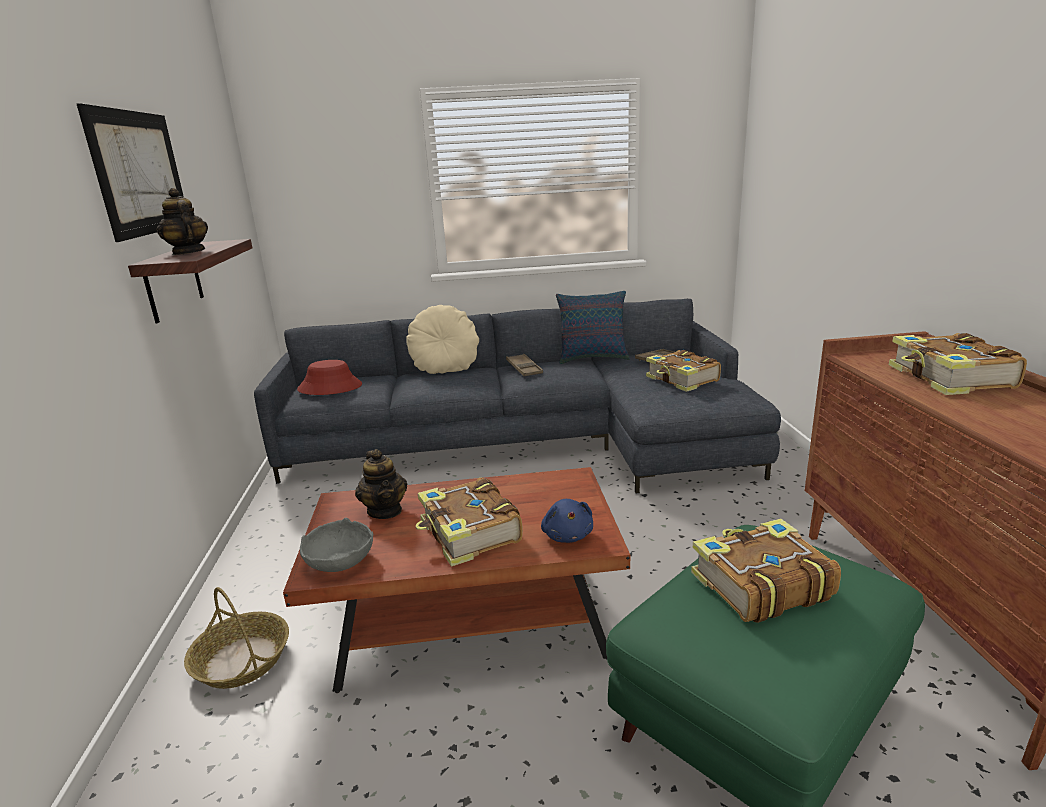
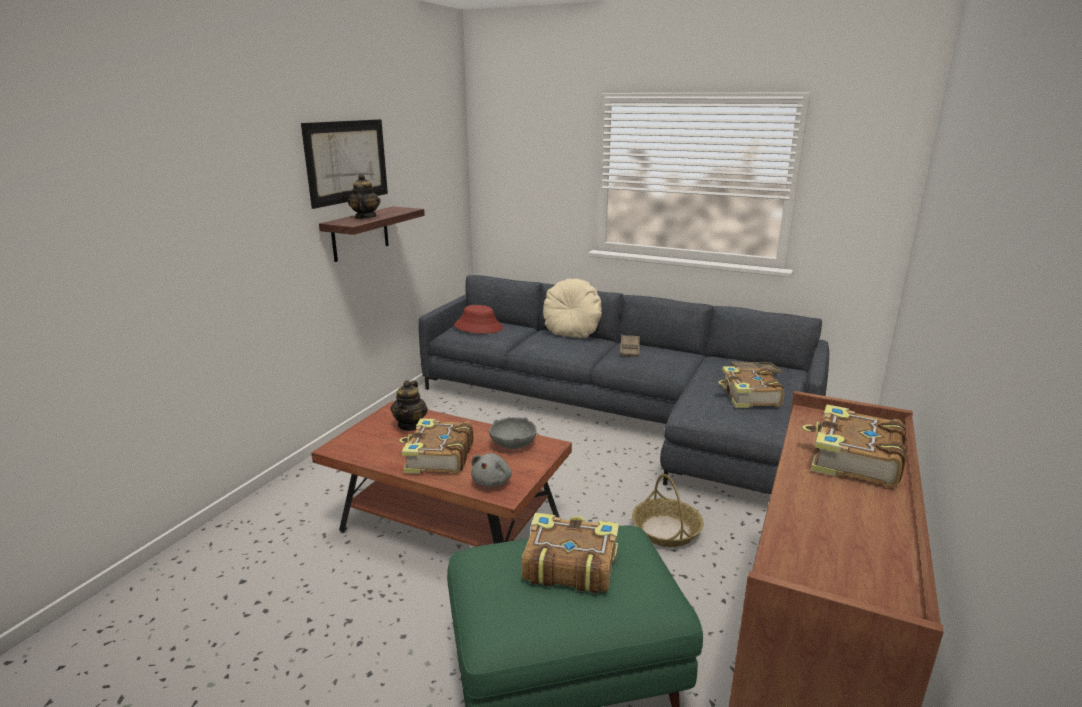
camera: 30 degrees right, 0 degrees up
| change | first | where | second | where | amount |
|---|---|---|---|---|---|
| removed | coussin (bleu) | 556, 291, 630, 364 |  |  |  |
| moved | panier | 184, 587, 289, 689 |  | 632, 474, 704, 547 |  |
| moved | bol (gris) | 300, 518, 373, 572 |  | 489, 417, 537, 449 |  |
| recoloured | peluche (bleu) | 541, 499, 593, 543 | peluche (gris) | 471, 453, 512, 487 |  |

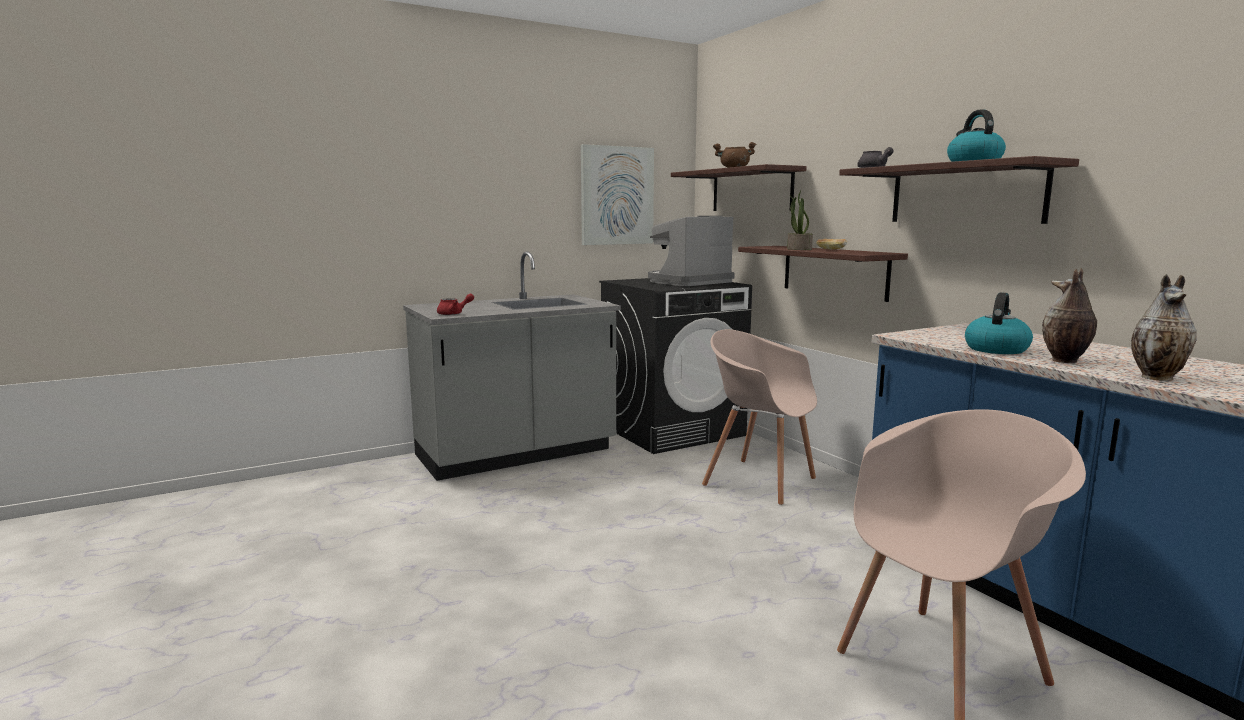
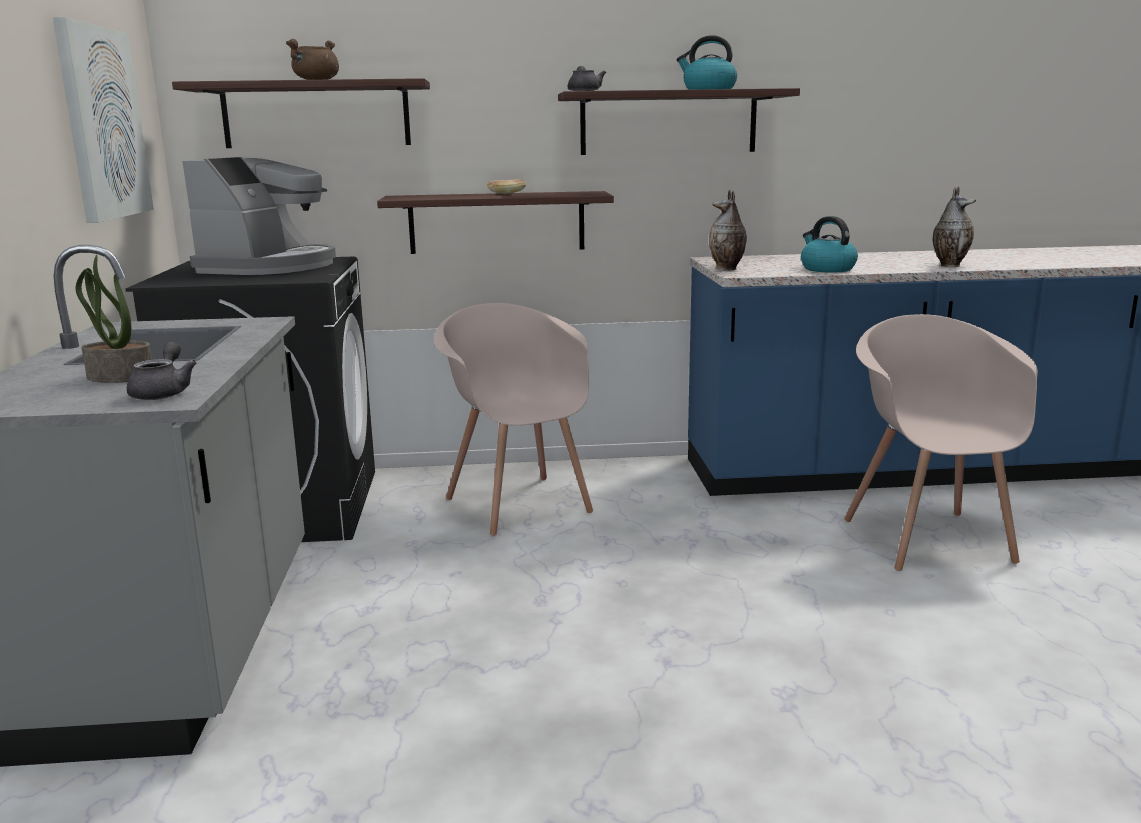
camera: 65 degrees left, 5 degrees up
| change | first | where | second | where | amount |
|---|---|---|---|---|---|
| moved | plante en pot | 787, 191, 813, 250 |  | 76, 255, 152, 383 |  |
| moved | vase | 1042, 268, 1097, 363 |  | 709, 190, 747, 270 |  |
| recoloured | théière (rouge) | 437, 293, 474, 315 | théière (gris) | 127, 342, 197, 400 |  |
| turned | machine à café | 648, 216, 735, 286 |  | 182, 157, 336, 275 | 150 degrees counterclockwise |
| turned | chaise (beige) | 702, 329, 817, 505 |  | 434, 303, 593, 536 | 90 degrees clockwise |

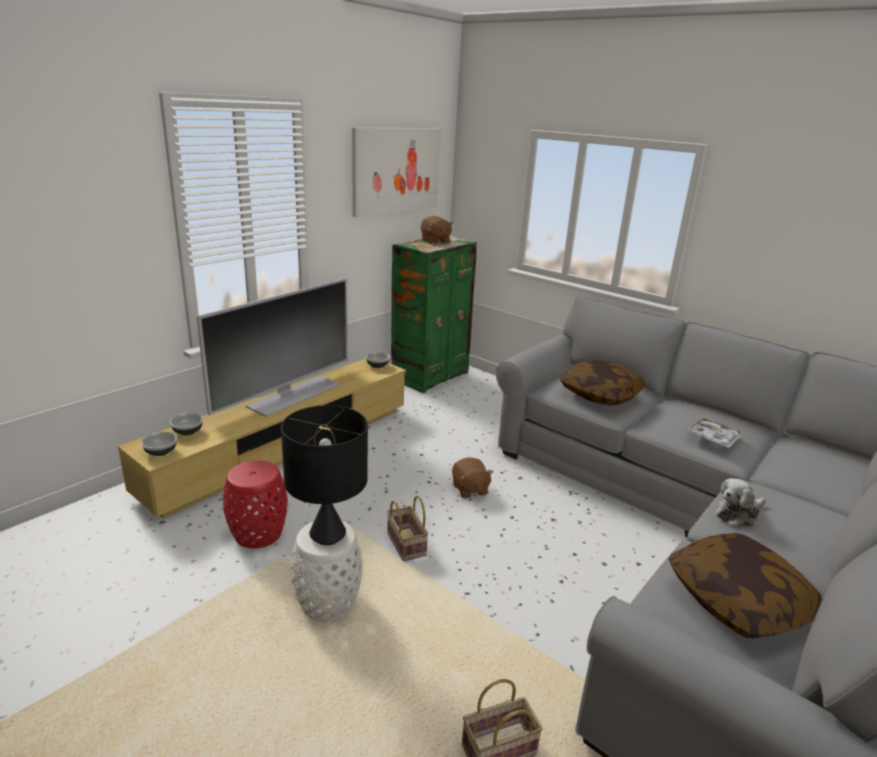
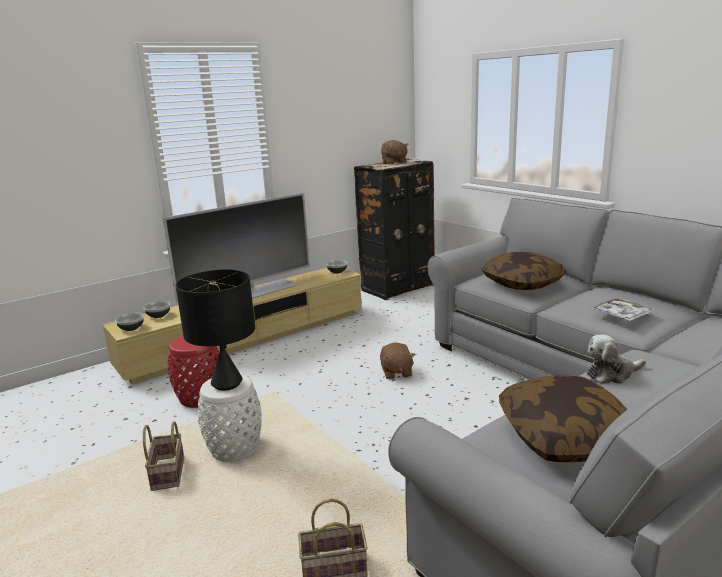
camera: 15 degrees right, 5 degrees down
| change | first | where | second | where | amount |
|---|---|---|---|---|---|
| removed | tableau | 352, 128, 441, 217 |  |  |  |
| moved | panier | 387, 496, 429, 561 |  | 143, 421, 184, 491 |  |
| recoloured | meuble de rangement (vert) | 391, 236, 477, 393 | meuble de rangement (noir) | 354, 158, 435, 300 |  |

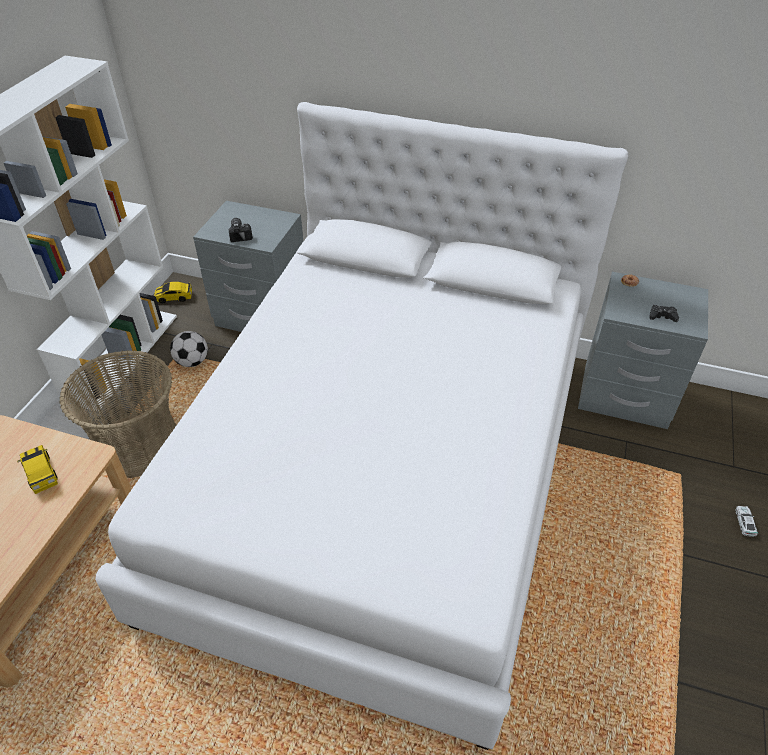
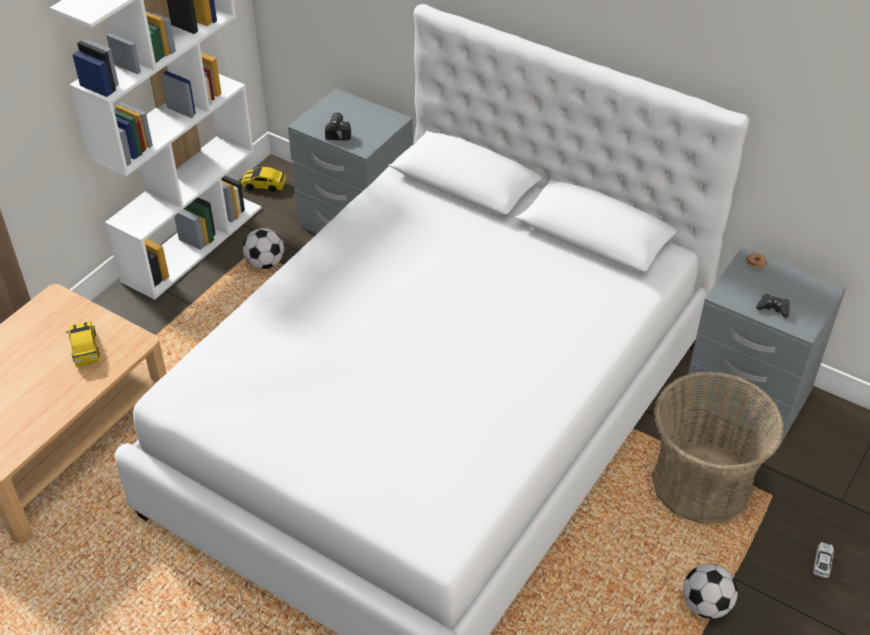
camera: 15 degrees right, 0 degrees up
| change | first | where | second | where | amount |
|---|---|---|---|---|---|
| added |  |  | ballon de foot | 683, 564, 738, 619 |  |
| moved | panier | 59, 350, 176, 478 |  | 652, 371, 784, 524 |  |

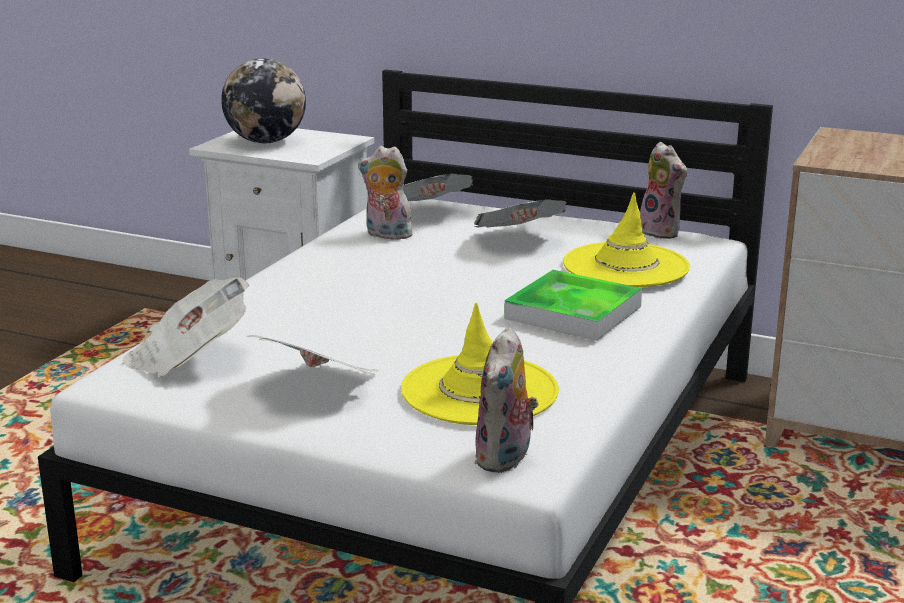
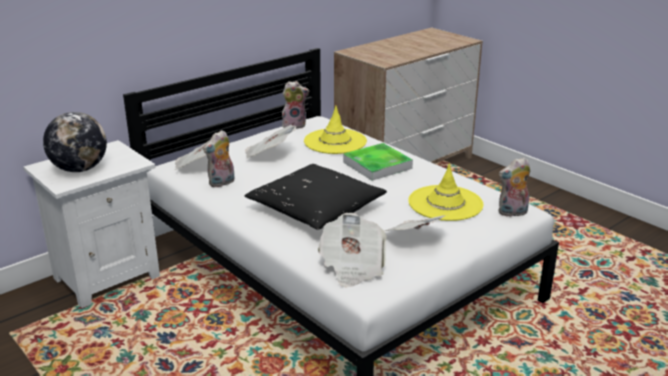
camera: 65 degrees left, 5 degrees up
| change | first | where | second | where | amount |
|---|---|---|---|---|---|
| added |  |  | coussin (noir) | 245, 164, 387, 230 |  |
| turned | peluche | 474, 326, 539, 473 |  | 499, 157, 531, 217 | 120 degrees clockwise |

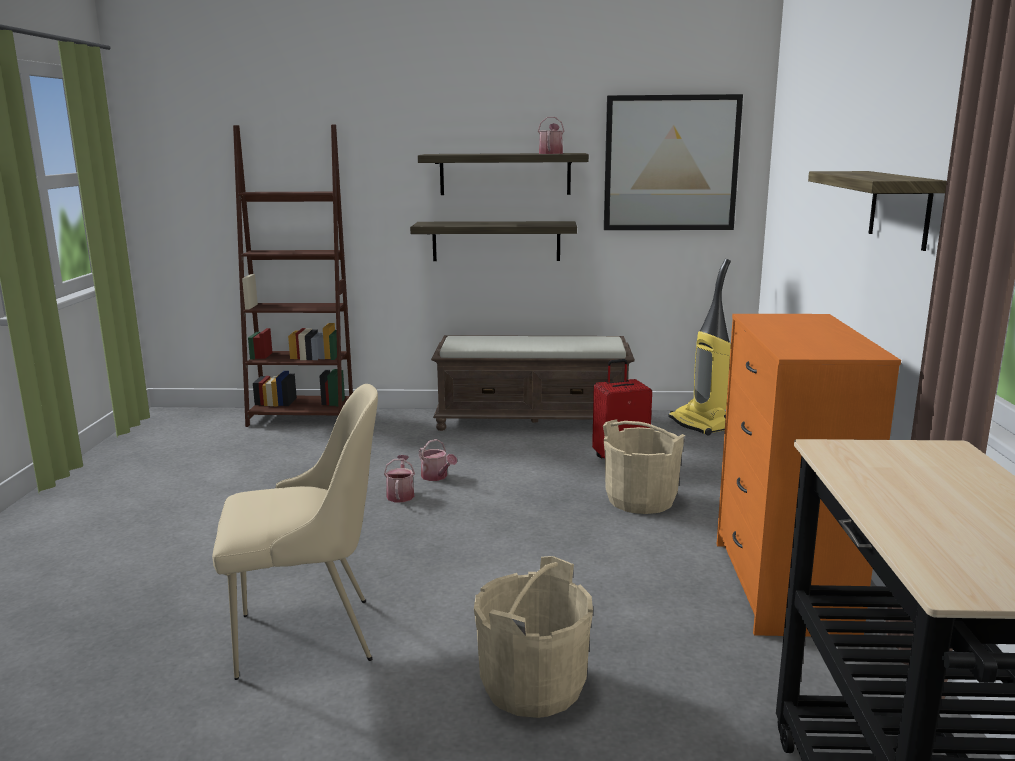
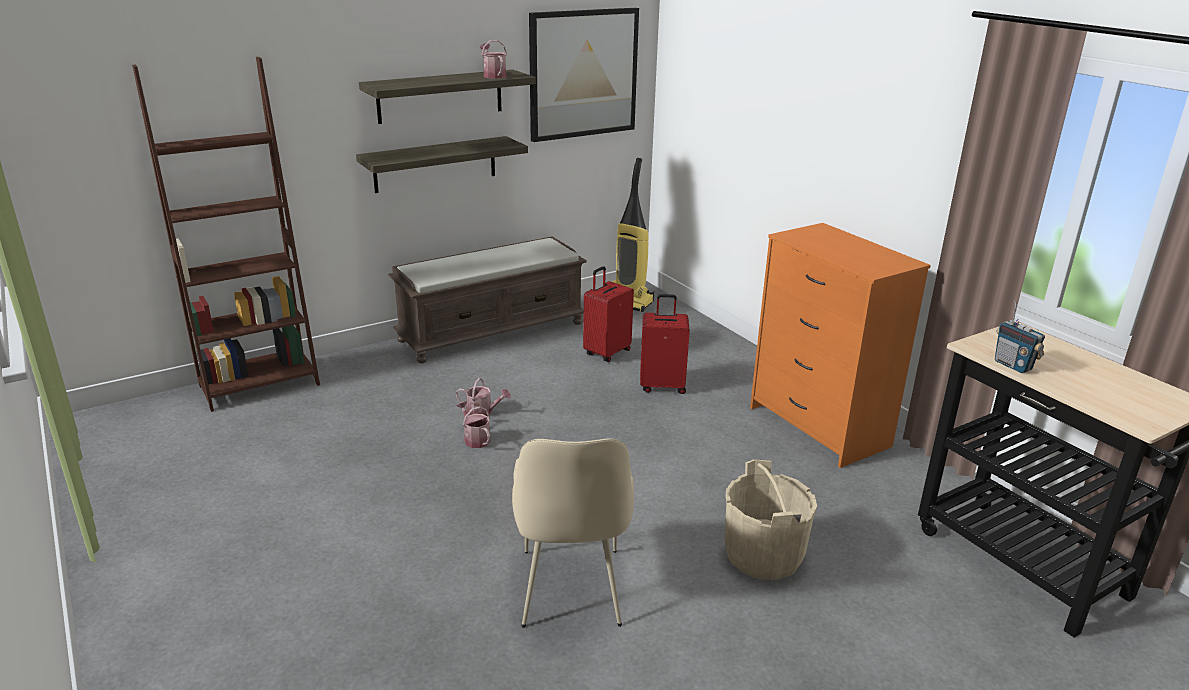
camera: 35 degrees left, 10 degrees up
| change | first | where | second | where | amount |
|---|---|---|---|---|---|
| removed | étagère | 808, 171, 947, 251 |  |  |  |
| added |  |  | radio | 995, 301, 1045, 373 |  |
| replaced | seau (beige) | 603, 419, 686, 514 | valise (rouge) | 640, 294, 690, 394 |  |
| turned | chaise (beige) | 212, 384, 378, 680 |  | 512, 438, 634, 628 | 135 degrees clockwise |

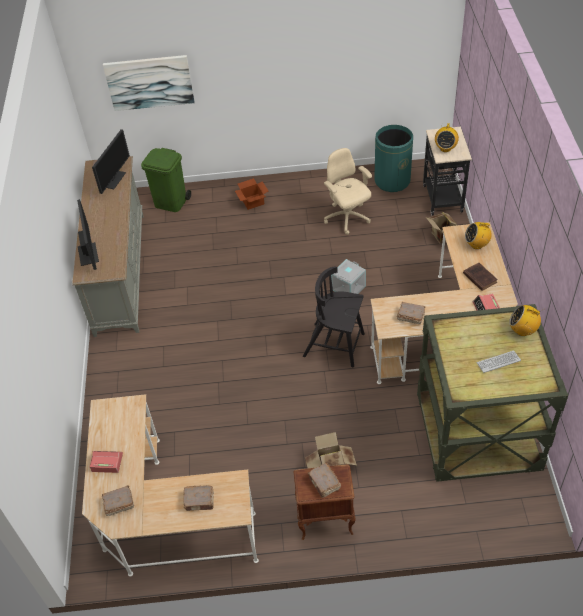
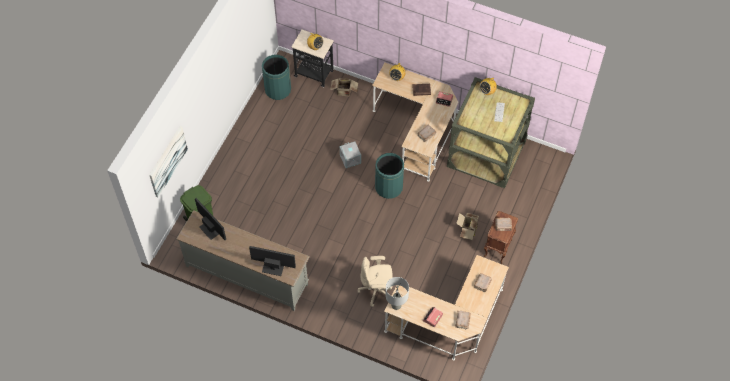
camera: 65 degrees left, 10 degrees up
| change | first | where | second | where | amount |
|---|---|---|---|---|---|
| removed | carton | 235, 178, 269, 210 |  |  |  |
| added |  |  | lampe de table (gris) | 385, 277, 409, 310 |  |
| moved | chaise de bureau (beige) | 324, 148, 372, 235 |  | 358, 256, 393, 307 |  |
| replaced | chaise (noir) | 303, 266, 365, 367 | poubelle (vert) | 375, 153, 404, 199 |  |

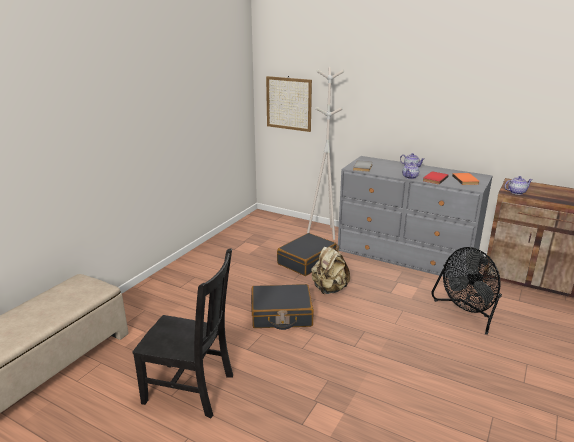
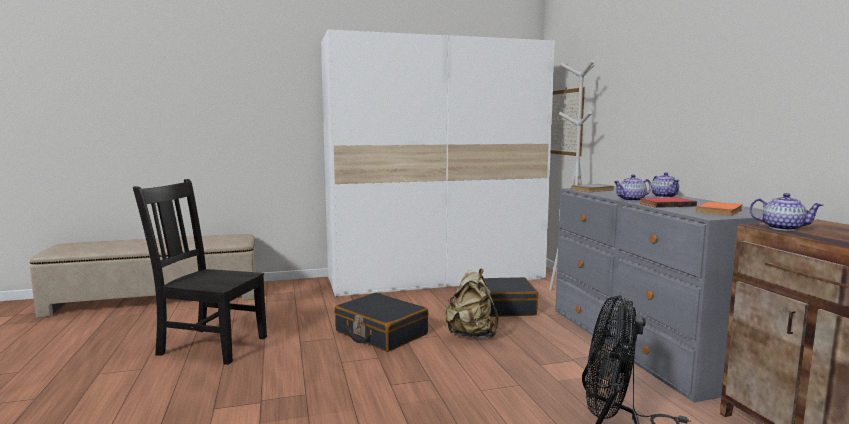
camera: 45 degrees right, 15 degrees down
| change | first | where | second | where | amount |
|---|---|---|---|---|---|
| added |  |  | armoire (blanc) | 321, 29, 555, 297 |  |
| turned | chaise (noir) | 132, 248, 233, 418 |  | 133, 179, 267, 365 | 135 degrees clockwise |

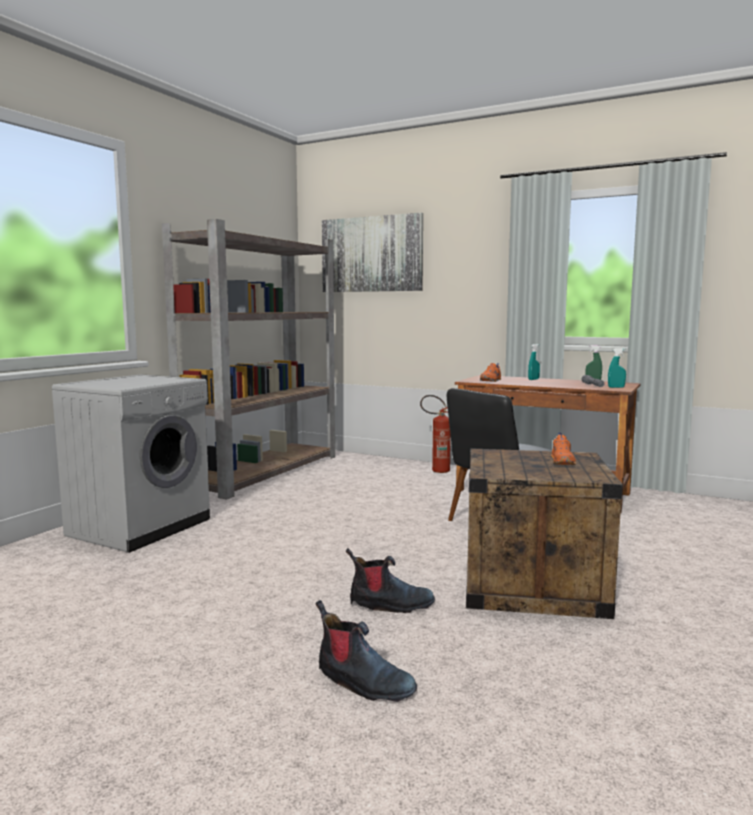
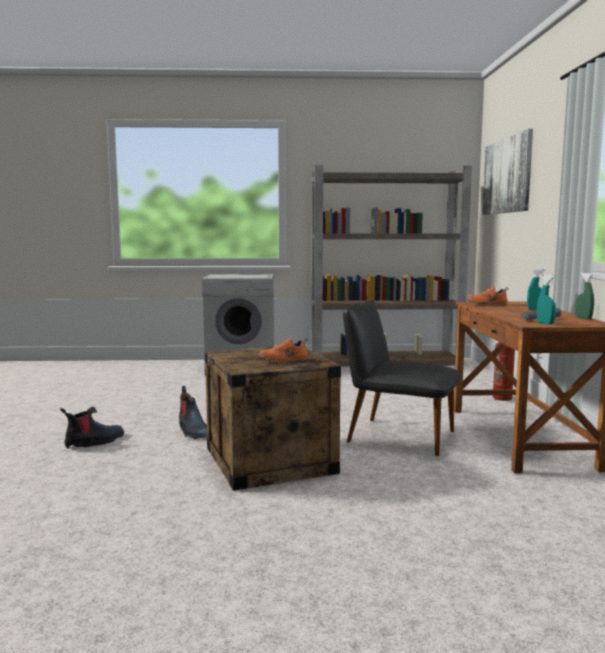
camera: 60 degrees right, 0 degrees up
| change | first | where | second | where | amount |
|---|---|---|---|---|---|
| turned | botte | 315, 600, 417, 702 |  | 60, 407, 124, 449 | 135 degrees counterclockwise |

